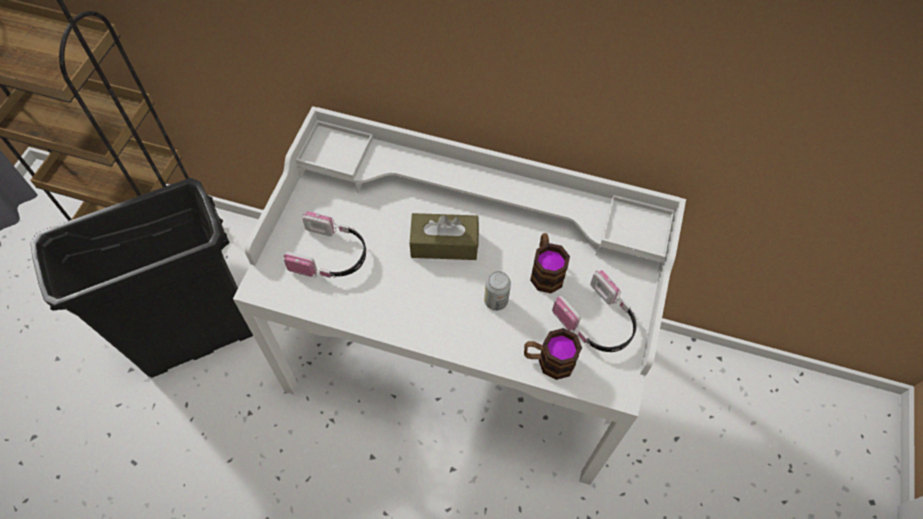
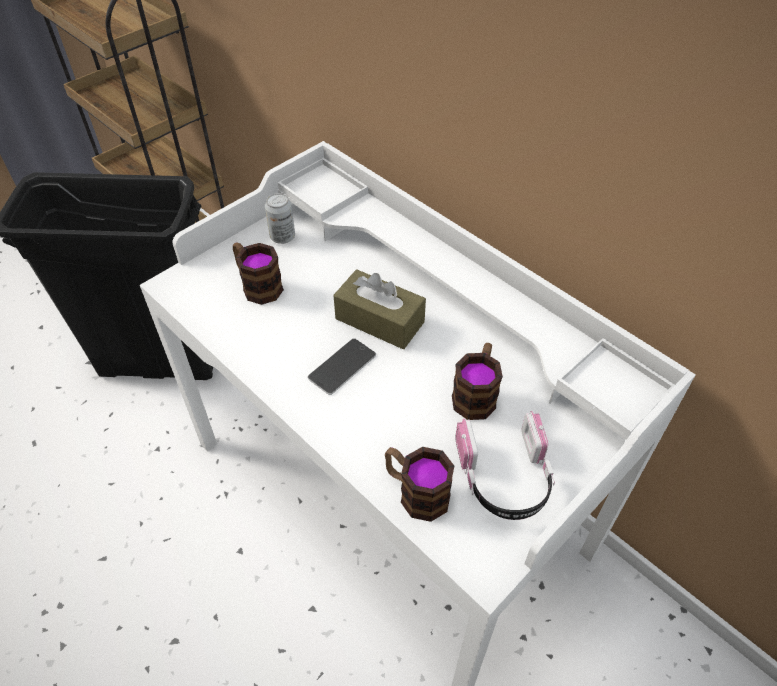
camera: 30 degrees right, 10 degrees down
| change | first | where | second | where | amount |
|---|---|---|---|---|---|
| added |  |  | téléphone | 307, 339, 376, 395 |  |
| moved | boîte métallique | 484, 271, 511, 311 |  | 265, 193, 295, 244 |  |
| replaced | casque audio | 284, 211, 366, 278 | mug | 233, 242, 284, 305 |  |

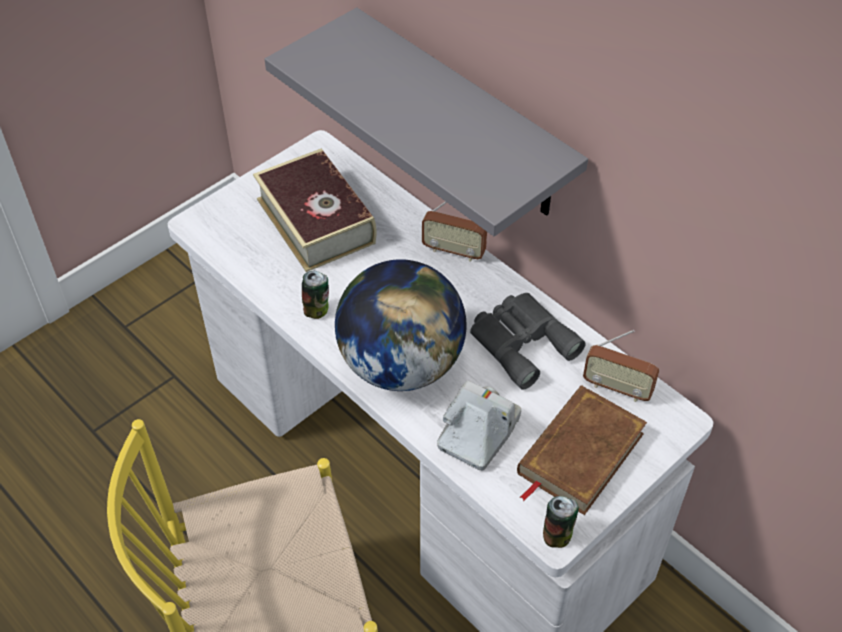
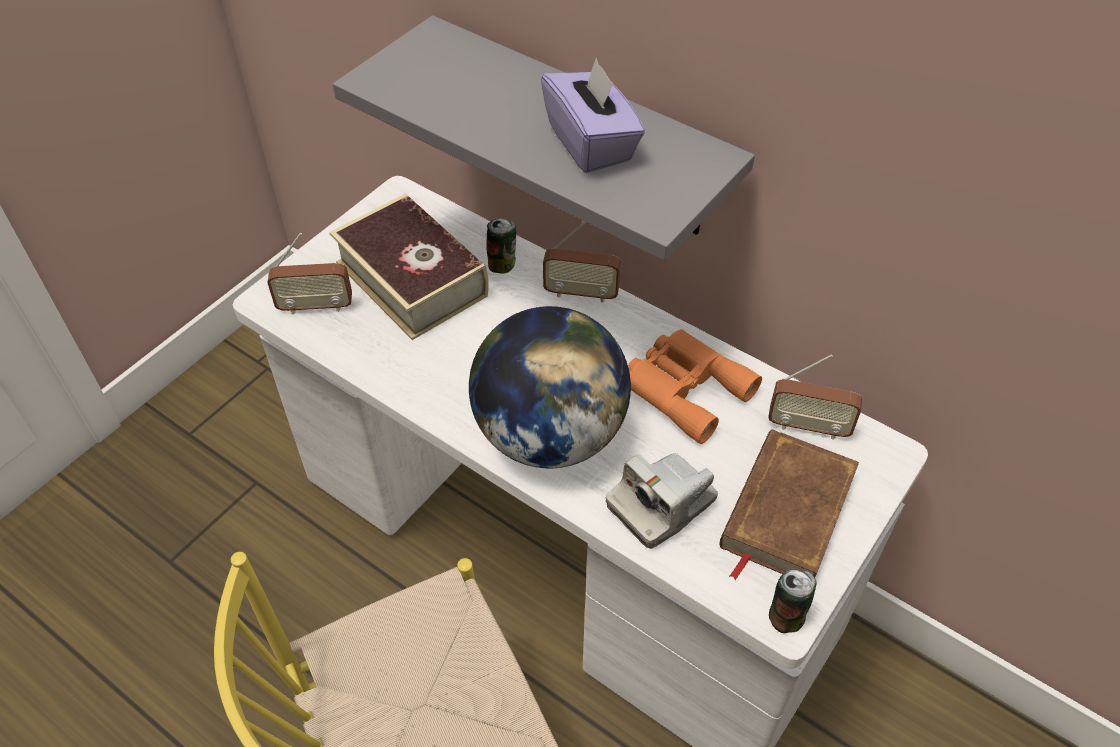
camera: 10 degrees left, 0 degrees up
| change | first | where | second | where | amount |
|---|---|---|---|---|---|
| added |  |  | radio | 267, 233, 352, 315 |  |
| added |  |  | boîte à mouchoirs (violet) | 541, 58, 645, 173 |  |
| moved | boîte métallique | 302, 271, 329, 319 |  | 486, 218, 516, 273 |  |
| recoloured | jumelles (gris) | 470, 293, 586, 390 | jumelles (orange) | 628, 329, 762, 444 |  |
| turned | appareil photo | 437, 381, 521, 470 |  | 606, 453, 718, 549 | 150 degrees counterclockwise |

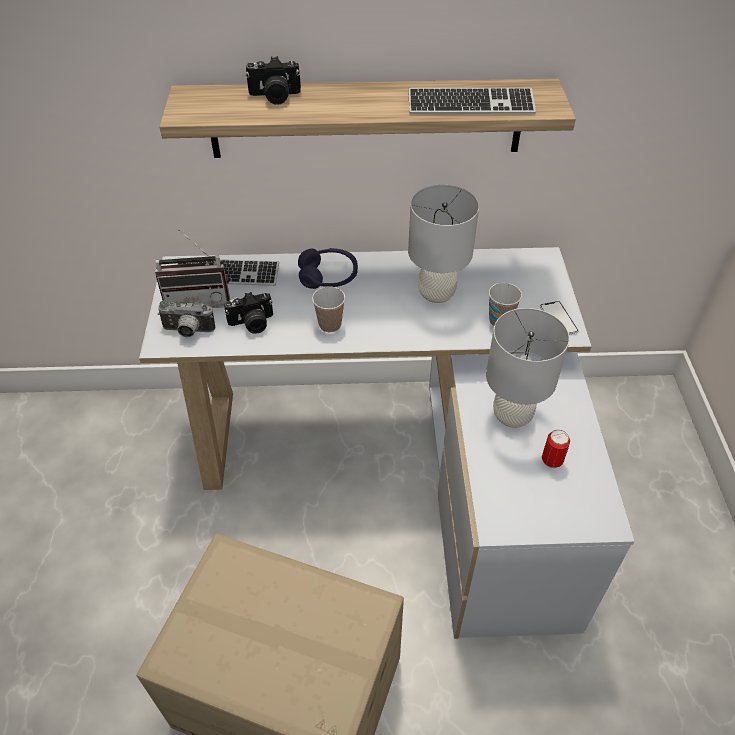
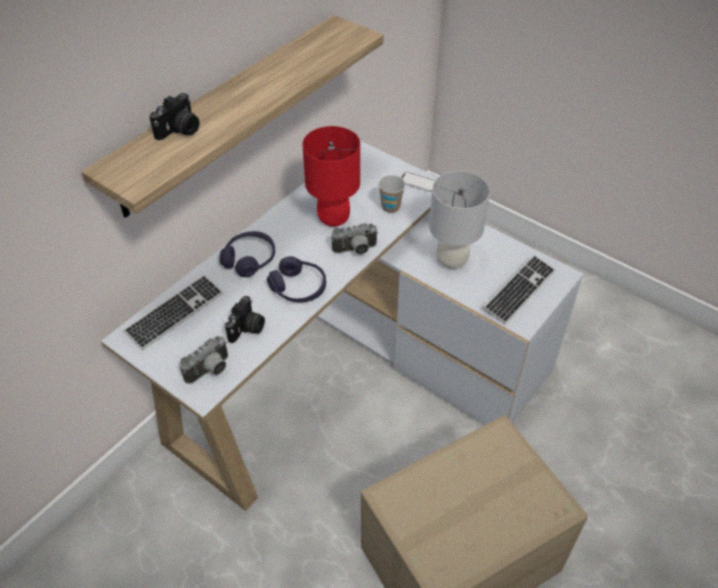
camera: 50 degrees left, 0 degrees up
| change | first | where | second | where | amount |
|---|---|---|---|---|---|
| removed | radio | 155, 229, 230, 308 |  |  |  |
| removed | boîte métallique | 542, 430, 570, 468 |  |  |  |
| added |  |  | appareil photo | 332, 223, 378, 255 |  |
| moved | clavier | 408, 88, 536, 114 |  | 483, 255, 556, 324 |  |
| replaced | tasse | 312, 286, 345, 332 | casque audio (violet) | 267, 256, 326, 302 |  |
| recoloured | lampe de table (gris) | 408, 185, 479, 303 | lampe de table (rouge) | 302, 126, 360, 227 |  |

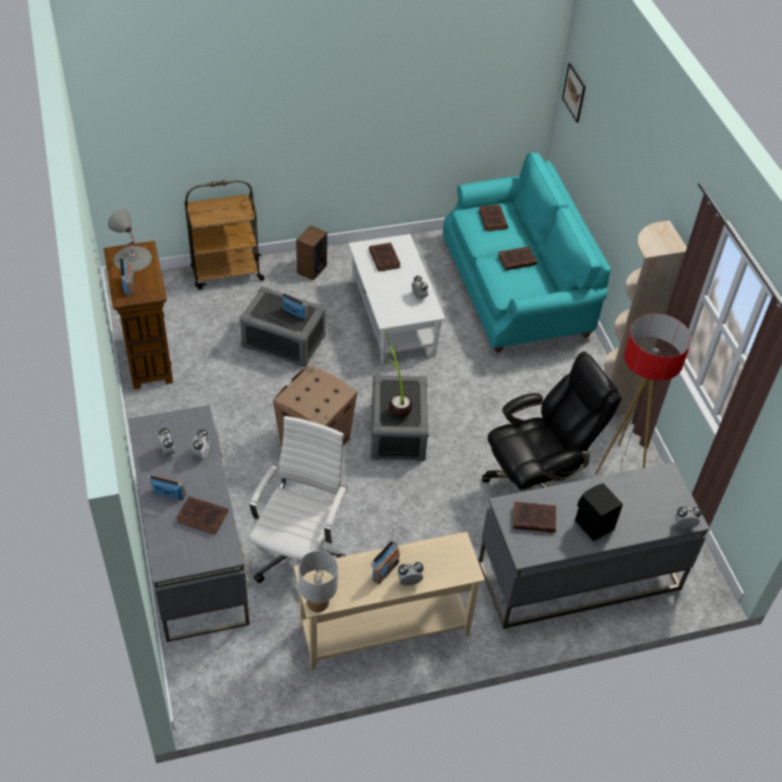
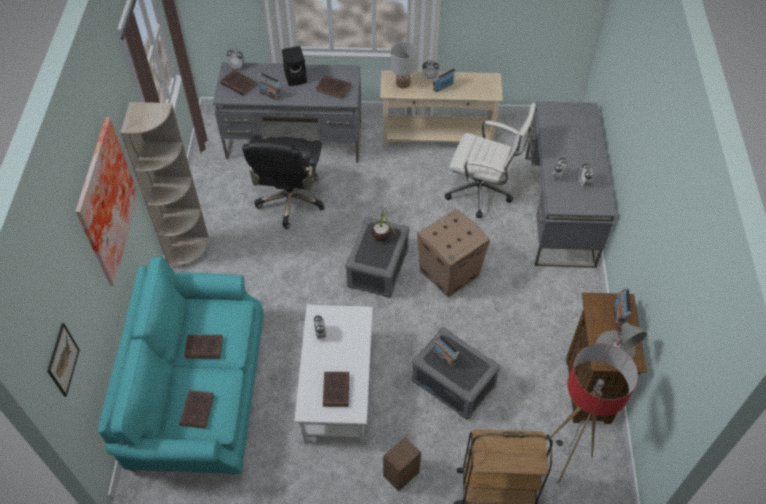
camera: 160 degrees left, 5 degrees up
| change | first | where | second | where | amount |
|---|---|---|---|---|---|
| added |  |  | tableau | 75, 117, 138, 286 |  |
| moved | radio | 148, 474, 186, 500 |  | 258, 73, 281, 100 |  |
| moved | livre (marron) | 176, 496, 228, 535 |  | 220, 70, 256, 96 |  |
| moved | lampe de table (gris) | 298, 551, 338, 612 |  | 391, 42, 417, 88 |  |
| moved | lampadaire | 595, 313, 692, 475 |  | 550, 343, 638, 483 |  |
| turned | chaise de bureau (blanc) | 249, 416, 347, 583 |  | 445, 103, 535, 218 | 105 degrees counterclockwise |
| turned | chaise de bureau (noir) | 482, 351, 622, 492 |  | 242, 135, 324, 229 | 75 degrees counterclockwise |

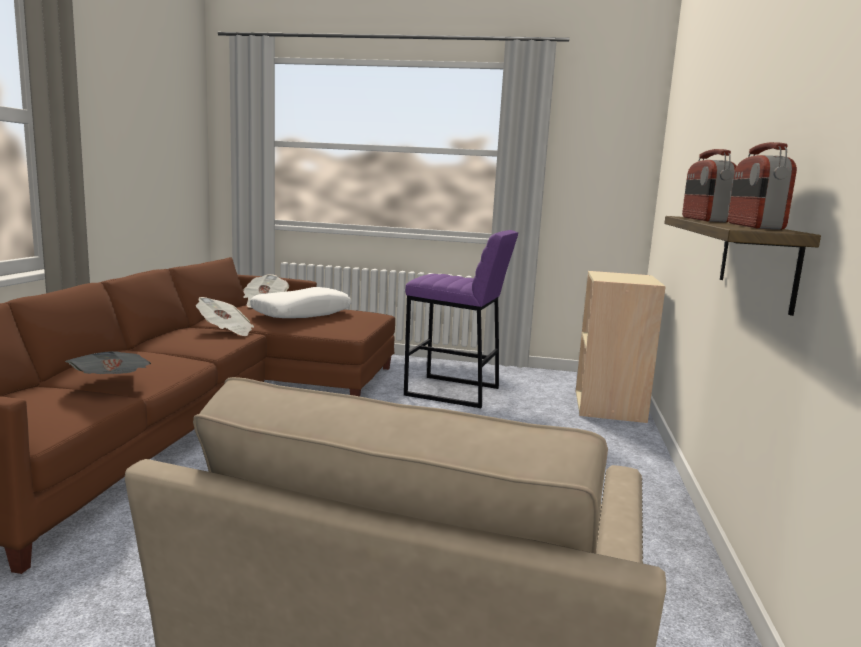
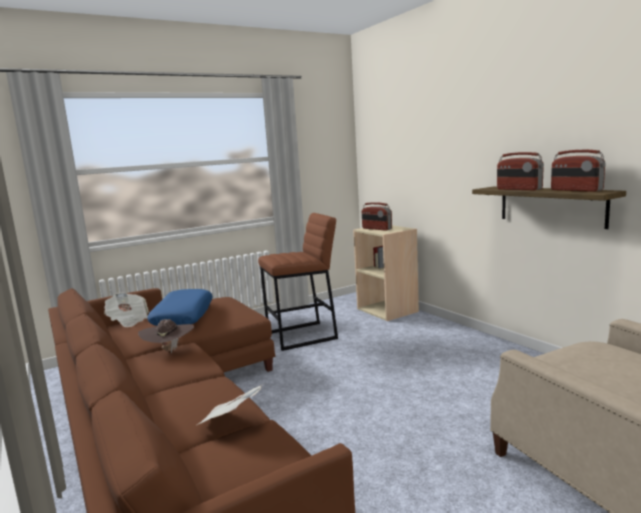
camera: 40 degrees left, 0 degrees up
| change | first | where | second | where | amount |
|---|---|---|---|---|---|
| added |  |  | radio | 362, 202, 392, 231 |  |
| replaced | journal | 196, 297, 254, 336 | chapeau (marron) | 138, 319, 194, 354 |  |
| recoloured | coussin (blanc) | 250, 287, 351, 318 | coussin (bleu) | 147, 289, 212, 326 |  |
| recoloured | tabouret (violet) | 404, 230, 518, 408 | tabouret (marron) | 258, 213, 338, 351 |  |

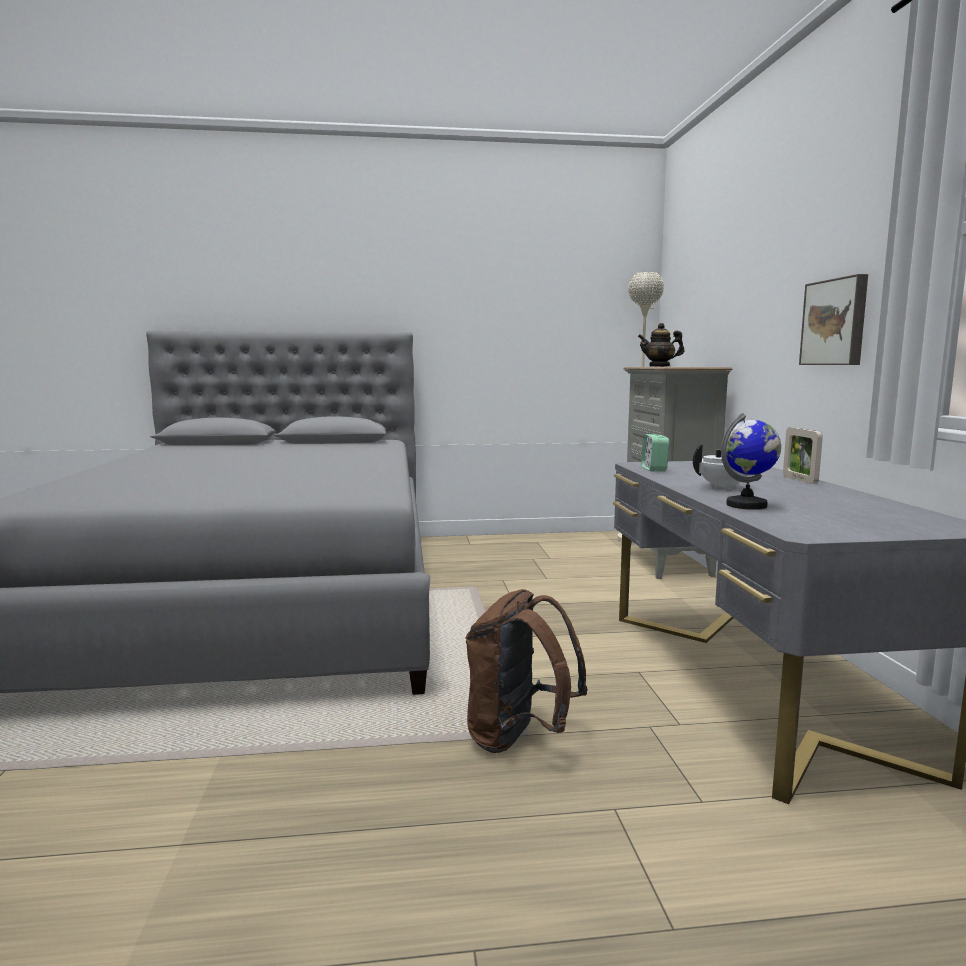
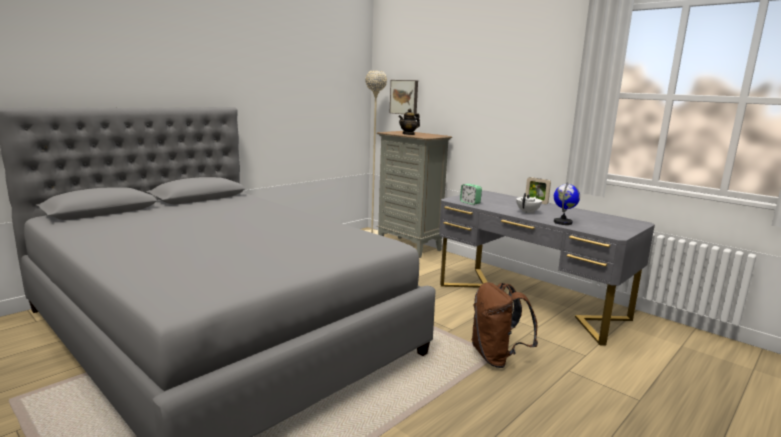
camera: 40 degrees left, 5 degrees up
| change | first | where | second | where | amount |
|---|---|---|---|---|---|
| moved | tableau | 799, 274, 868, 365 |  | 390, 80, 418, 114 |  |

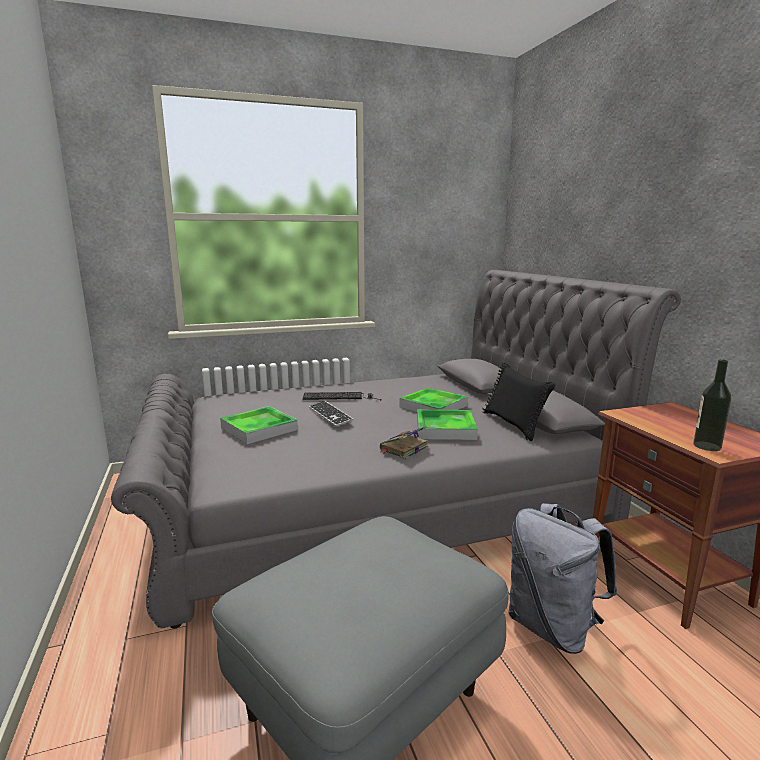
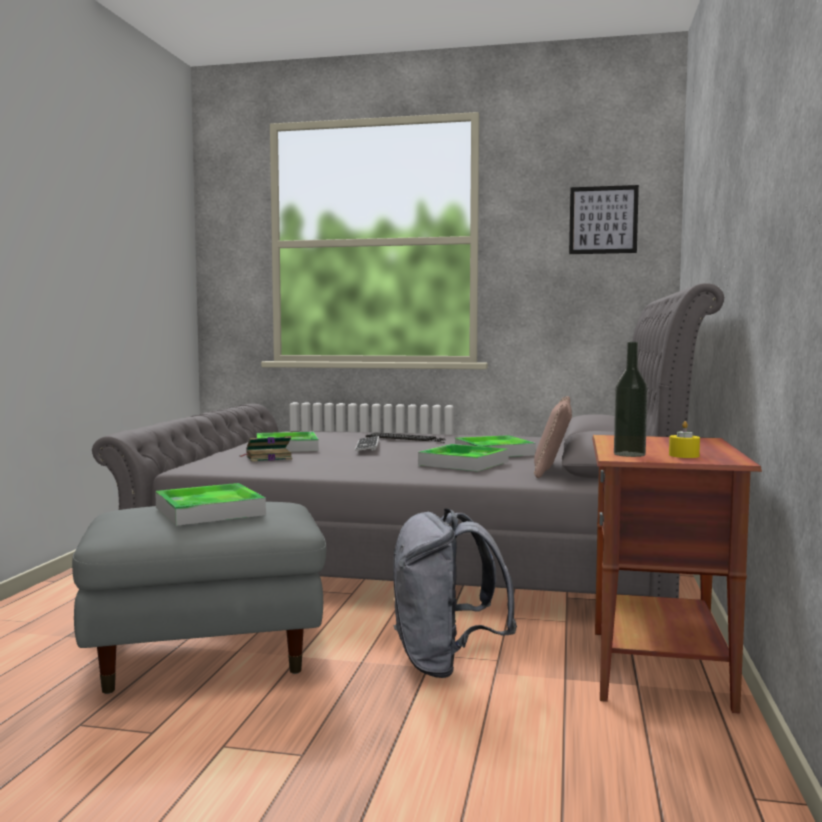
camera: 30 degrees right, 10 degrees down
| change | first | where | second | where | amount |
|---|---|---|---|---|---|
| added |  |  | plateau | 155, 483, 266, 526 |  |
| added |  |  | tableau | 569, 185, 639, 254 |  |
| added |  |  | bougie (jaune) | 669, 421, 700, 458 |  |
| moved | livre | 380, 426, 429, 459 |  | 239, 436, 292, 462 |  |
| recoloured | coussin (noir) | 483, 362, 555, 441 | coussin (beige) | 534, 396, 572, 478 |  |

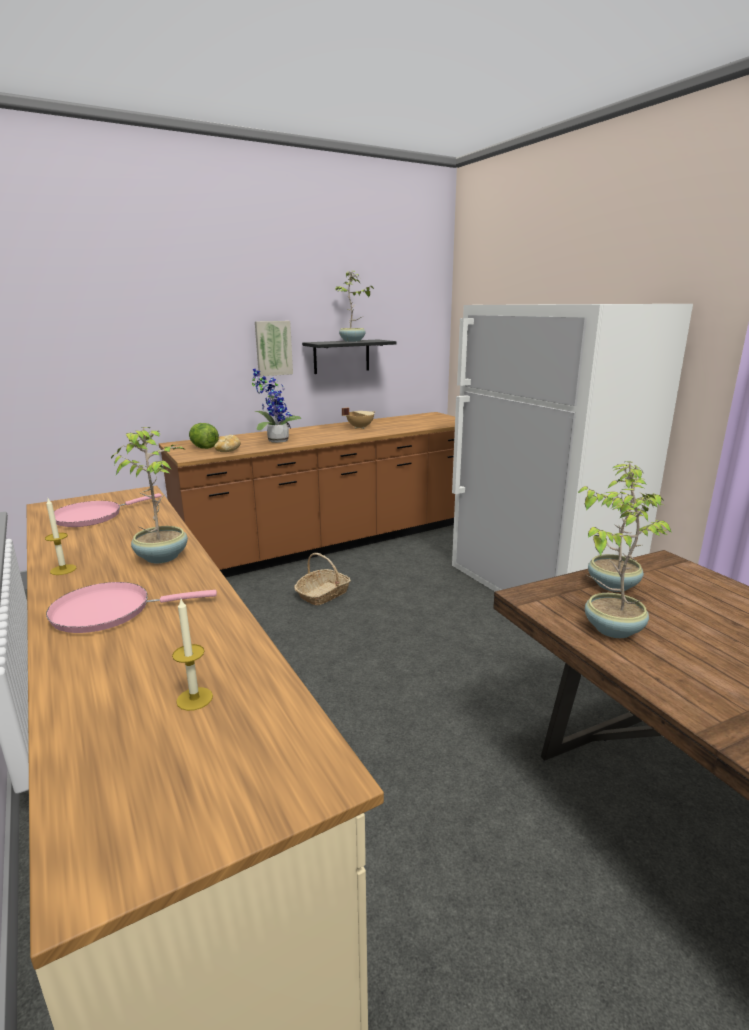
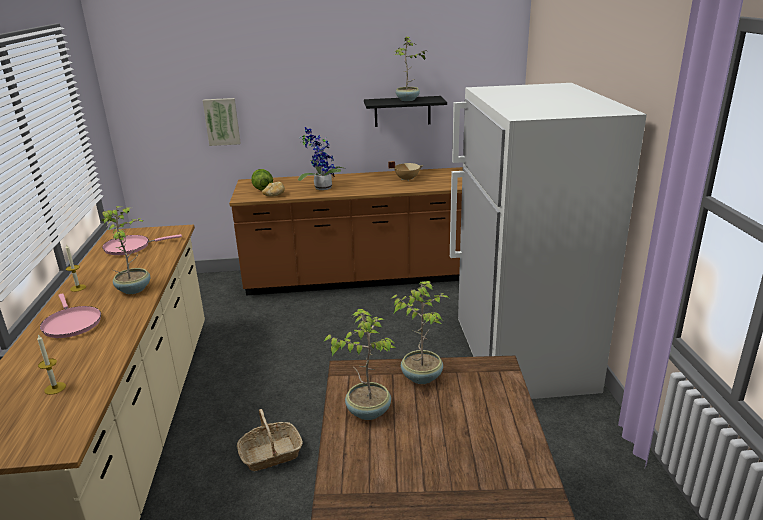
camera: 25 degrees right, 5 degrees up
| change | first | where | second | where | amount |
|---|---|---|---|---|---|
| moved | tableau | 255, 321, 293, 376 |  | 203, 98, 241, 146 |  |
| moved | panier | 294, 553, 351, 605 |  | 237, 409, 303, 471 |  |
| turned | poêle (rose) | 46, 582, 217, 633 |  | 40, 293, 101, 338 | 135 degrees counterclockwise |

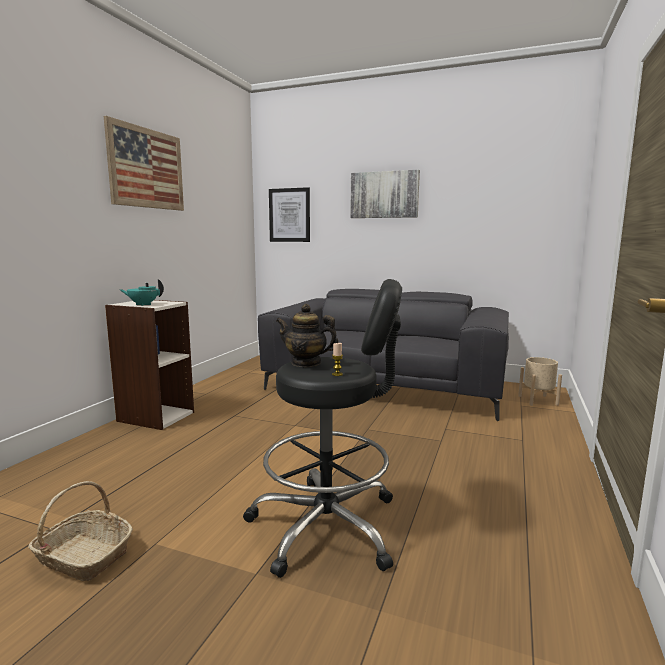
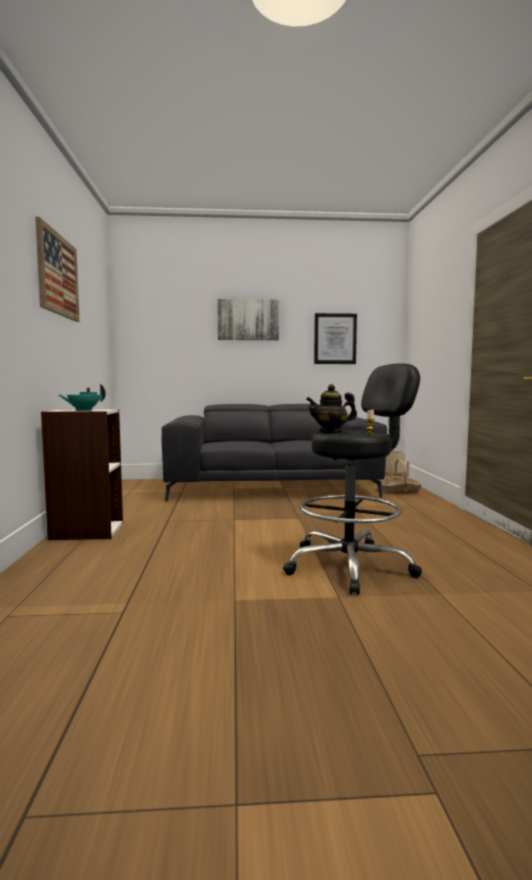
camera: 25 degrees left, 5 degrees down
| change | first | where | second | where | amount |
|---|---|---|---|---|---|
| moved | panier | 28, 481, 133, 581 |  | 380, 459, 422, 494 |  |
| moved | tableau | 269, 187, 310, 242 |  | 314, 313, 357, 364 |  |

